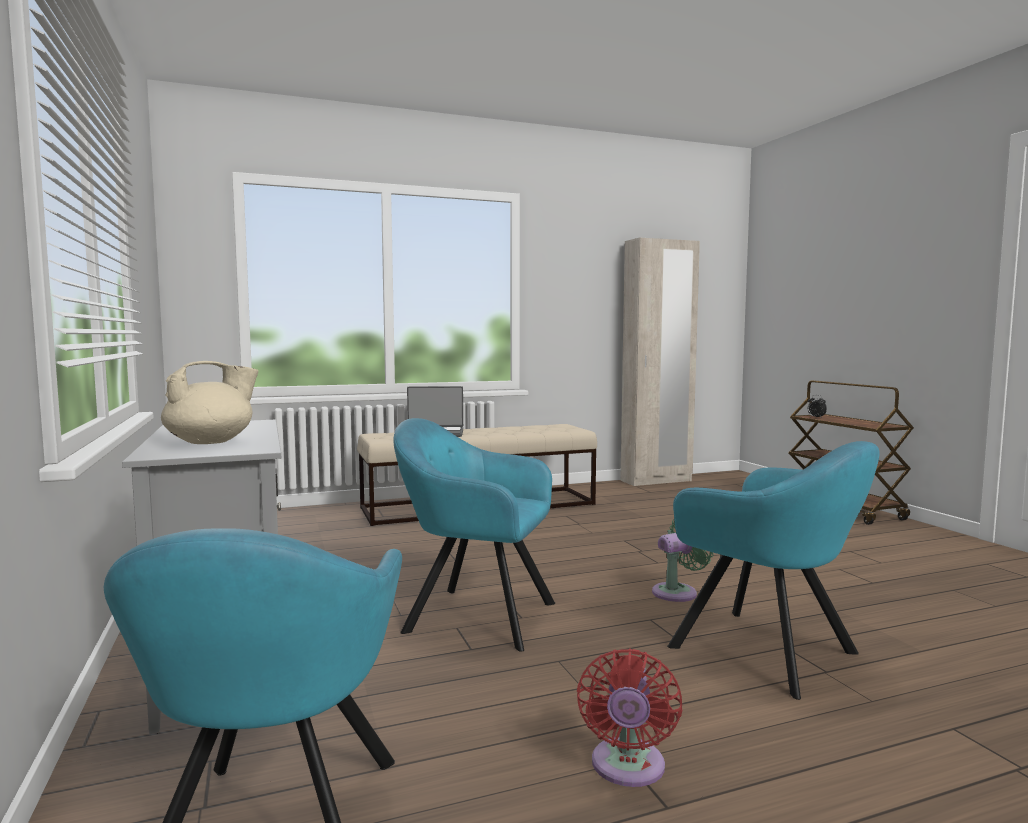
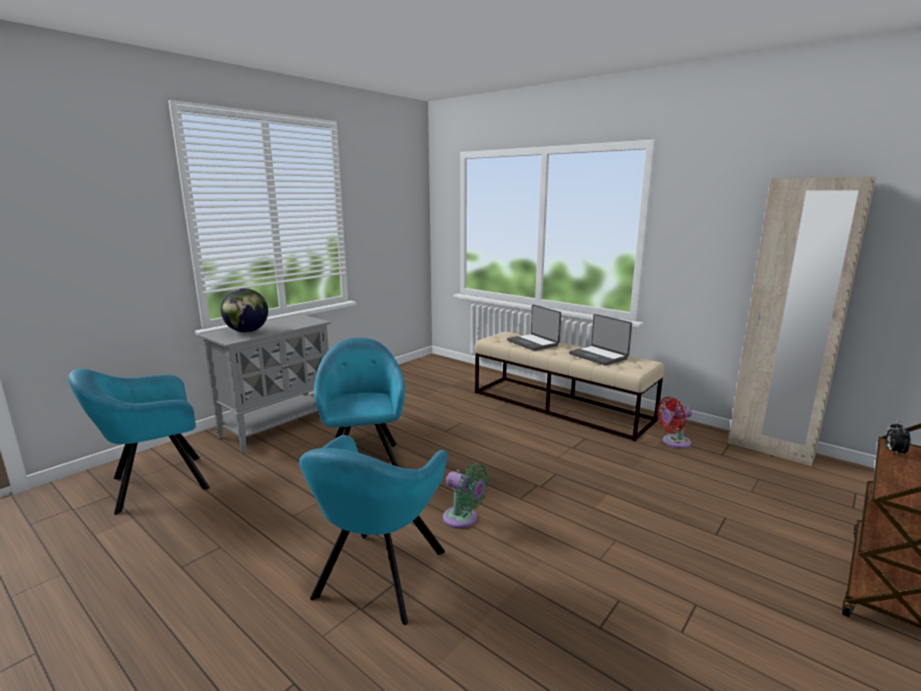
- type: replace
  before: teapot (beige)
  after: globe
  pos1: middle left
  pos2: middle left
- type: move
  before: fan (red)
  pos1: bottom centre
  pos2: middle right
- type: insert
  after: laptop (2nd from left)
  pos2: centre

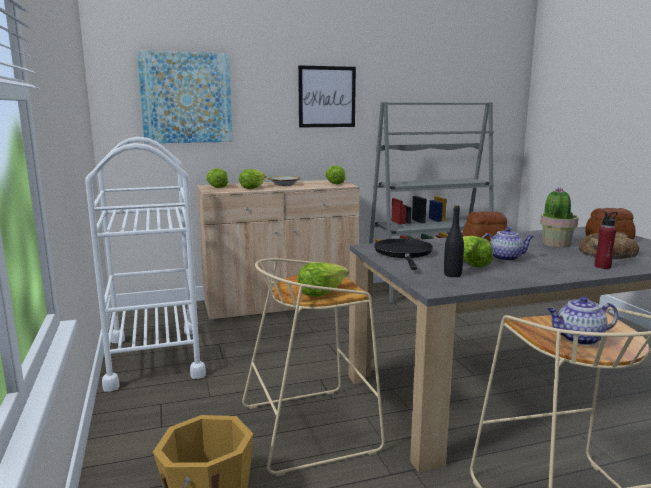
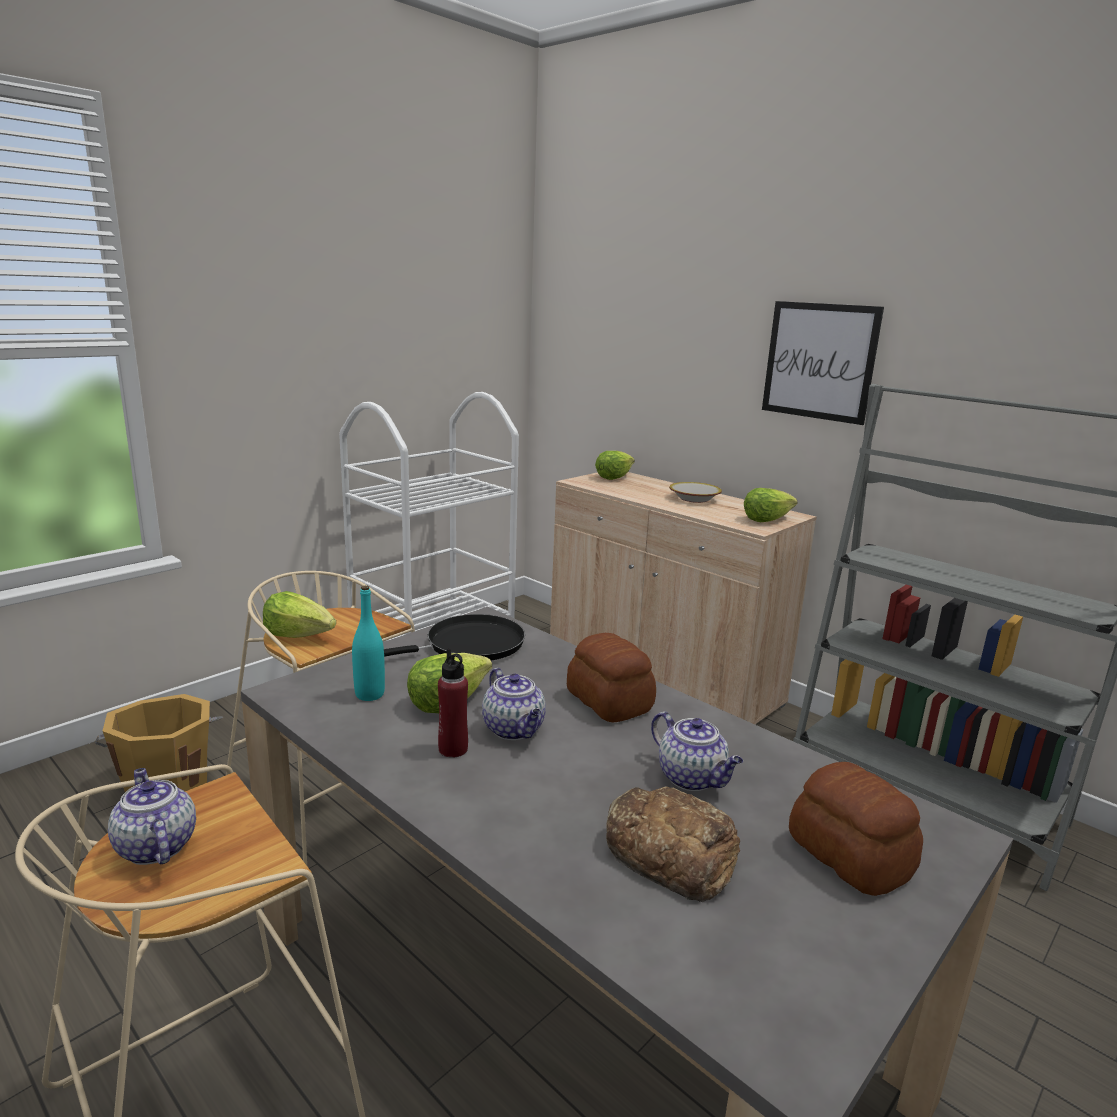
- type: delete
  before: picture (1st from left)
  pos1: top left
- type: delete
  before: lettuce (2nd from left)
  pos1: centre
- type: replace
  before: potted plant
  after: teapot (3rd from left)
  pos1: middle right
  pos2: bottom centre
- type: recolor
  before: bottle (black)
  after: bottle (turquoise)
  pos1: middle right
  pos2: middle left
- type: move
  before: bottle (red)
  pos1: middle right
  pos2: centre

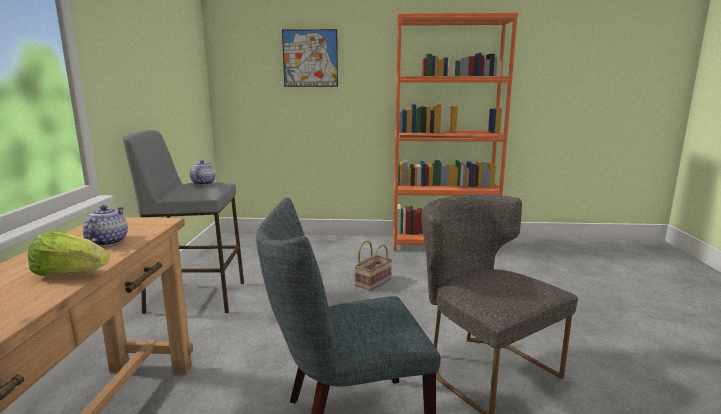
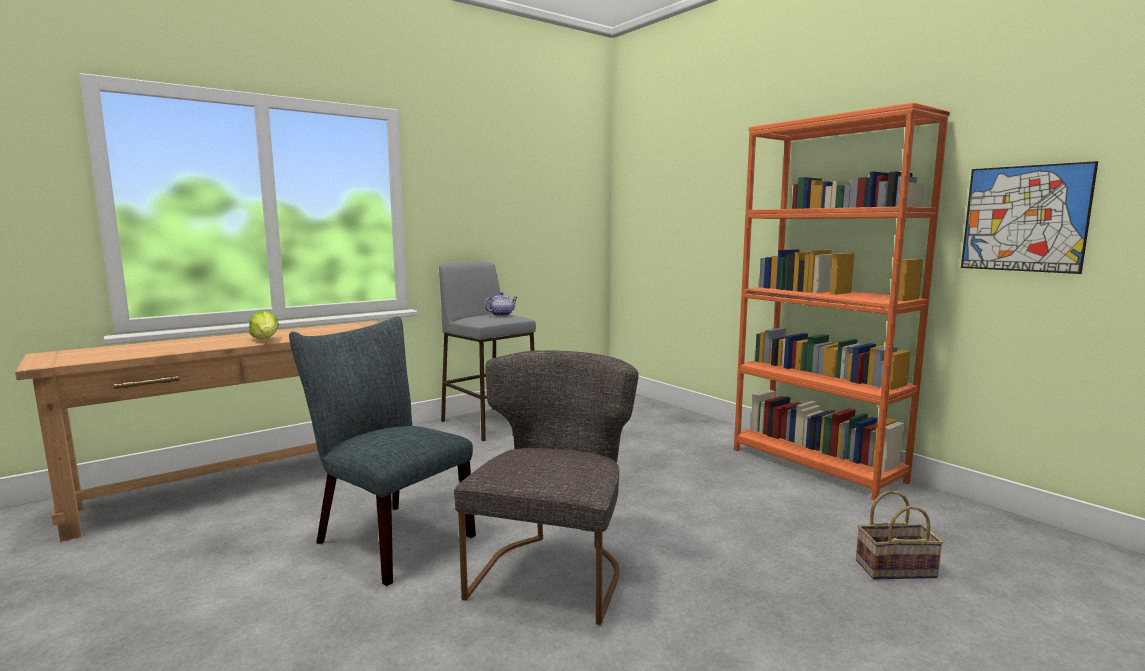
- type: move
  before: picture
  pos1: top centre
  pos2: top right
- type: delete
  before: teapot (1st from left)
  pos1: middle left
- type: move
  before: basket
  pos1: centre
  pos2: bottom right

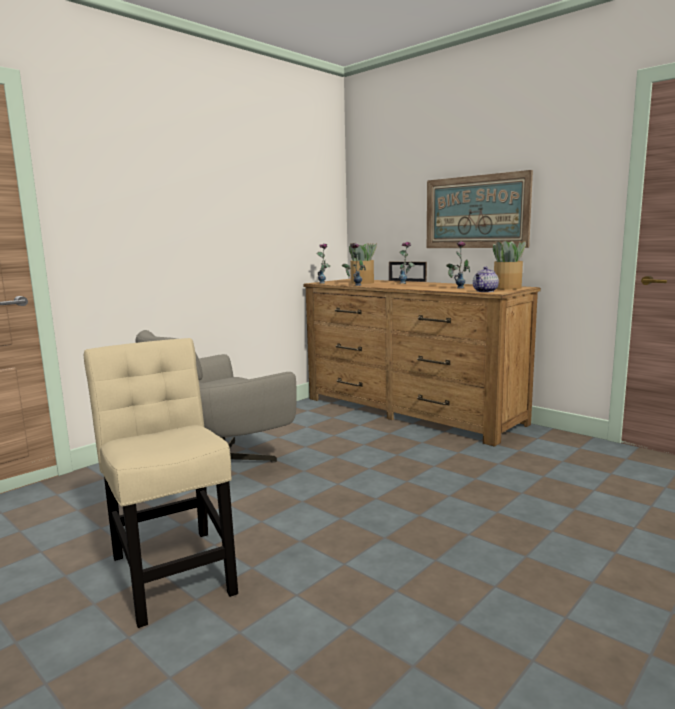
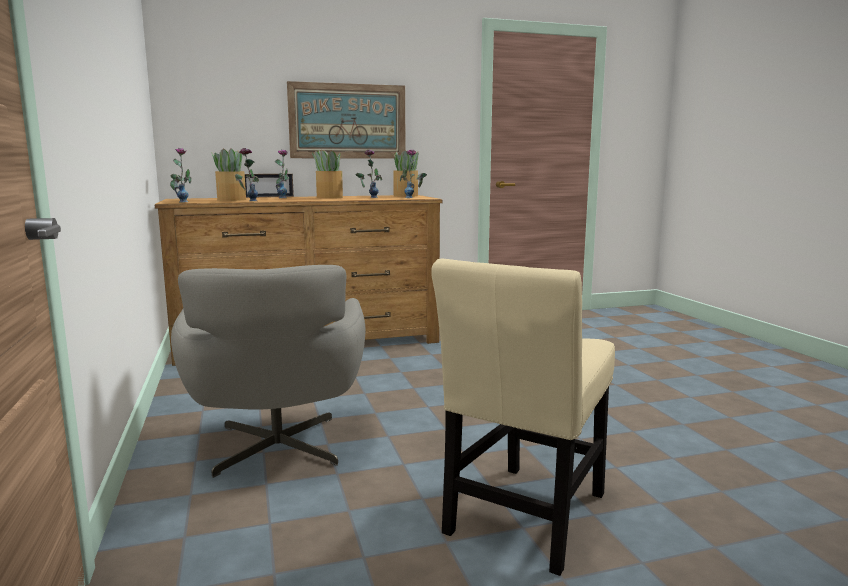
- type: replace
  before: teapot
  after: vase (5th from left)
  pos1: middle right
  pos2: top centre
- type: rotate
  before: chair (beige)
  pos1: bottom left
  pos2: bottom centre
  turn: -60
- type: insert
  after: potted plant (2nd from left)
  pos2: top centre

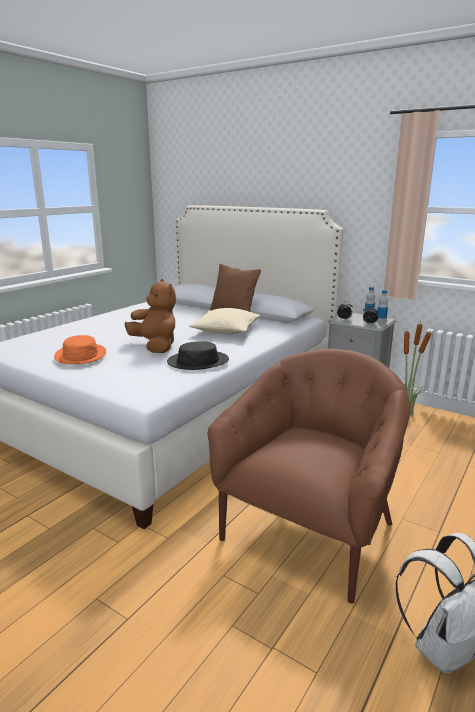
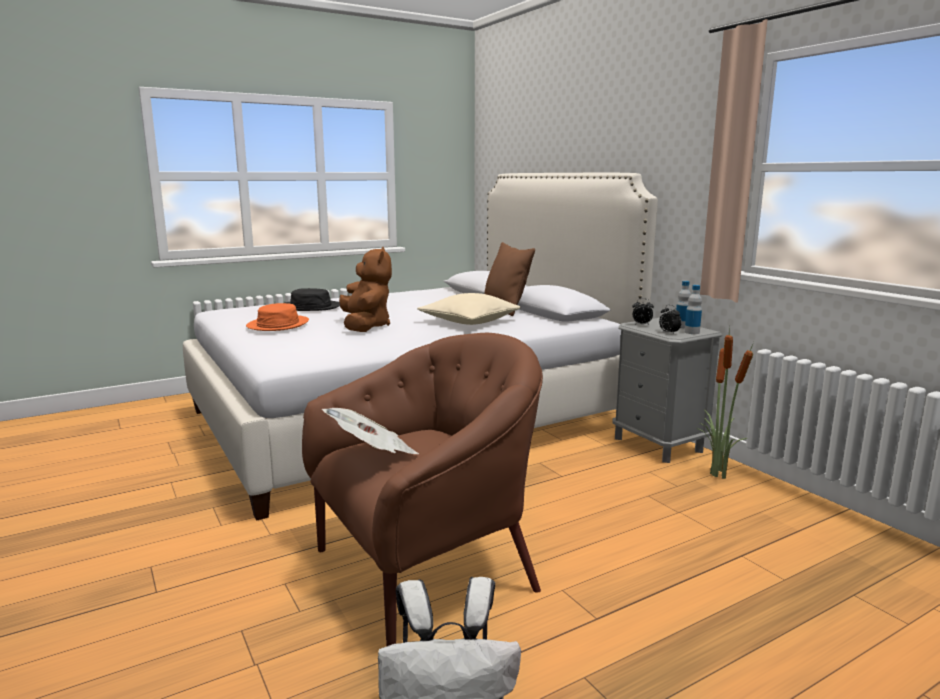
- type: move
  before: hat (black)
  pos1: centre
  pos2: middle left
- type: insert
  after: newspaper
  pos2: centre

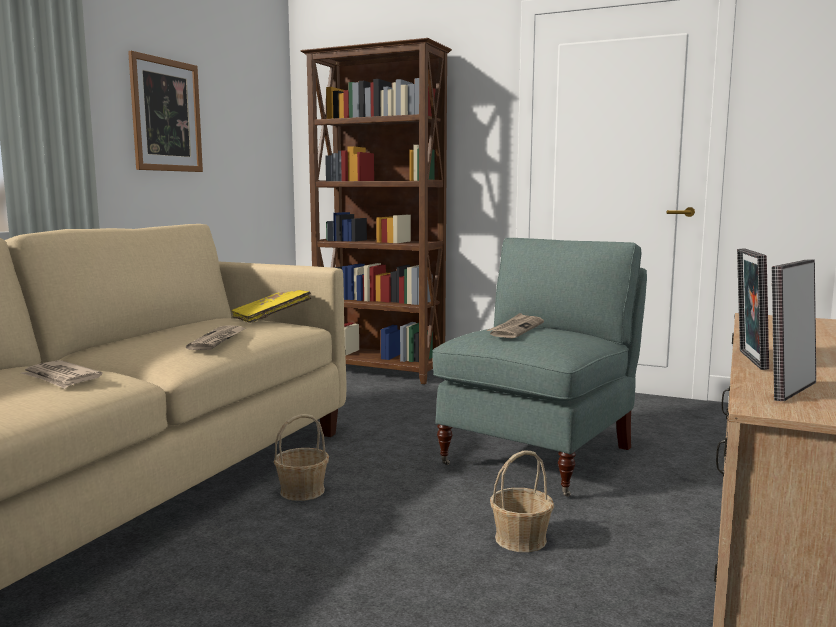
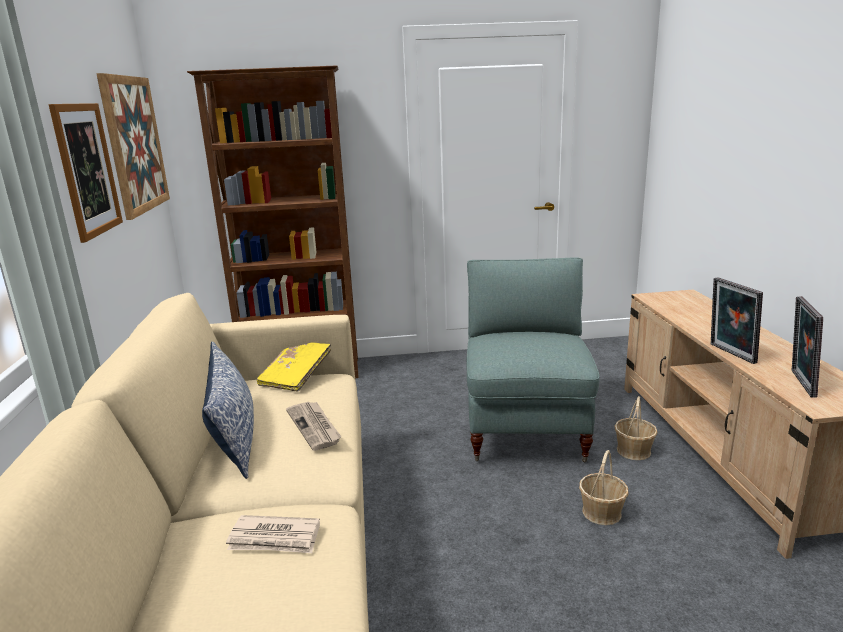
- type: delete
  before: newspaper (3rd from left)
  pos1: centre
- type: move
  before: basket (1st from left in the first image)
  after: basket (2nd from left)
  pos1: bottom centre
  pos2: bottom right
- type: insert
  after: picture (2nd from left)
  pos2: top left
- type: insert
  after: pillow
  pos2: middle left

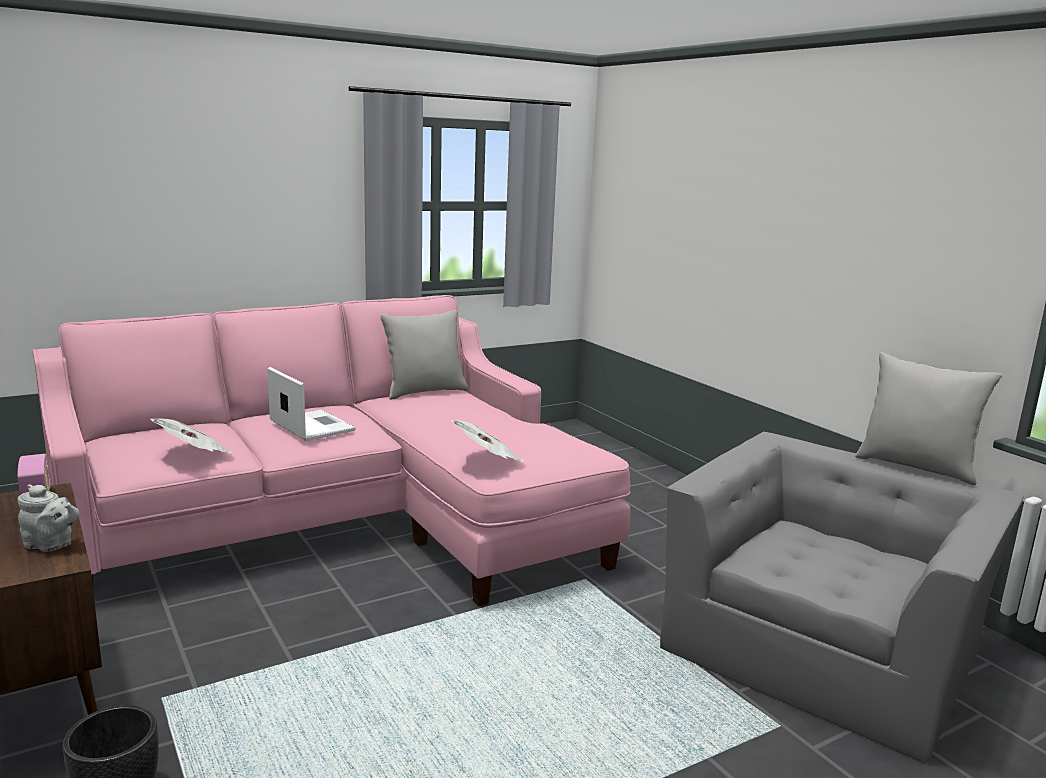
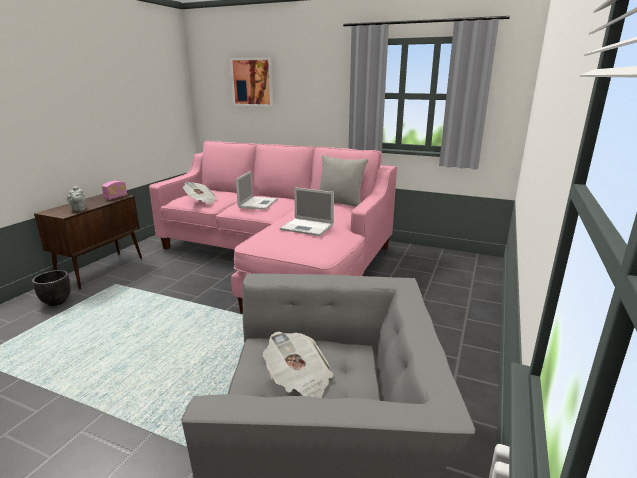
- type: delete
  before: pillow (grey) (2nd from left)
  pos1: middle right
- type: move
  before: newspaper (2nd from left)
  pos1: centre
  pos2: bottom centre
- type: insert
  after: picture
  pos2: top centre
- type: insert
  after: laptop (2nd from left)
  pos2: centre

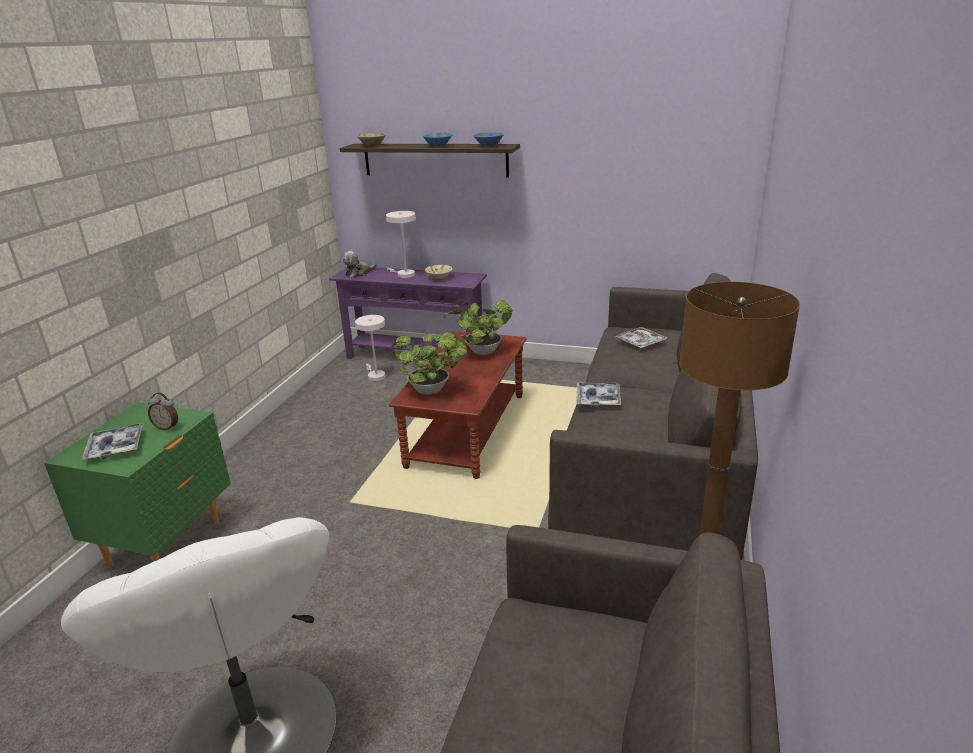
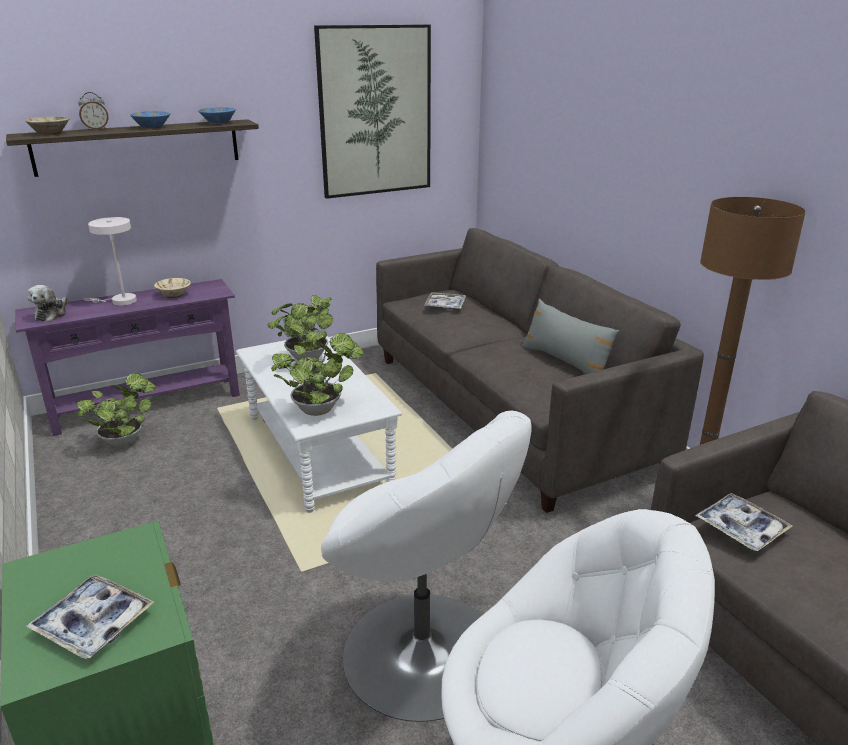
- type: replace
  before: table lamp (white) (1st from left)
  after: potted plant (1st from left)
  pos1: centre
  pos2: middle left
- type: recolor
  before: coffee table (brown)
  after: coffee table (white)
  pos1: centre
  pos2: centre
- type: move
  before: tray (2nd from left in the first image)
  after: tray (3rd from left)
  pos1: centre
  pos2: bottom right
- type: move
  before: alarm clock
  pos1: middle left
  pos2: top left
- type: insert
  after: picture
  pos2: top centre
- type: insert
  after: pillow (grey)
  pos2: middle right
- type: insert
  after: armchair (white) (1st from left)
  pos2: bottom centre

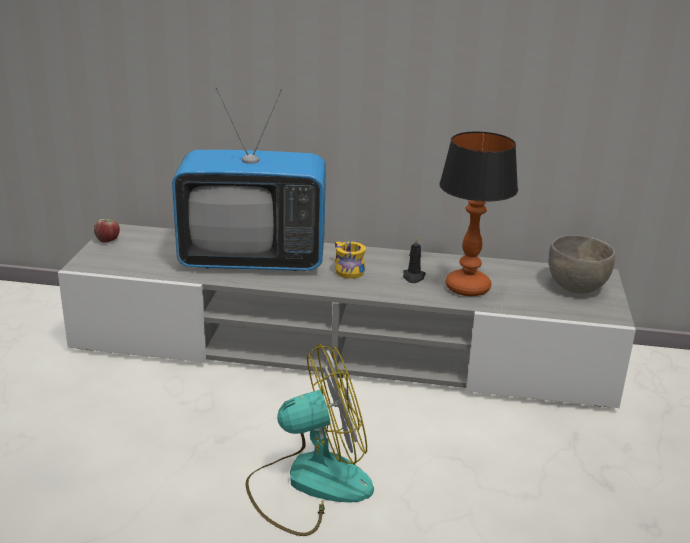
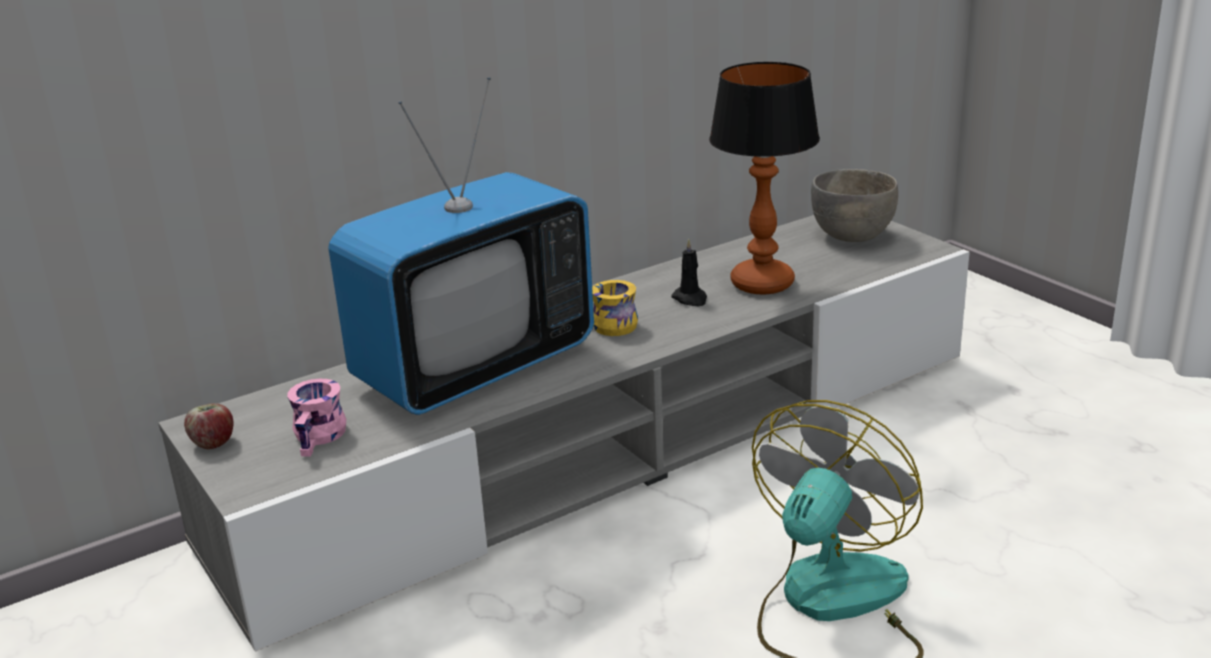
- type: insert
  after: mug (pink)
  pos2: middle left

